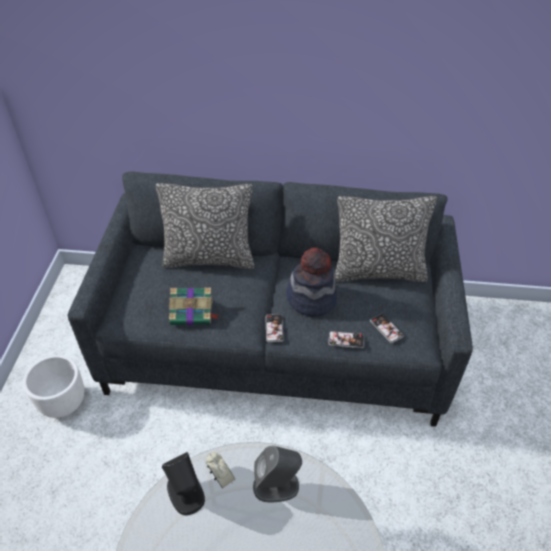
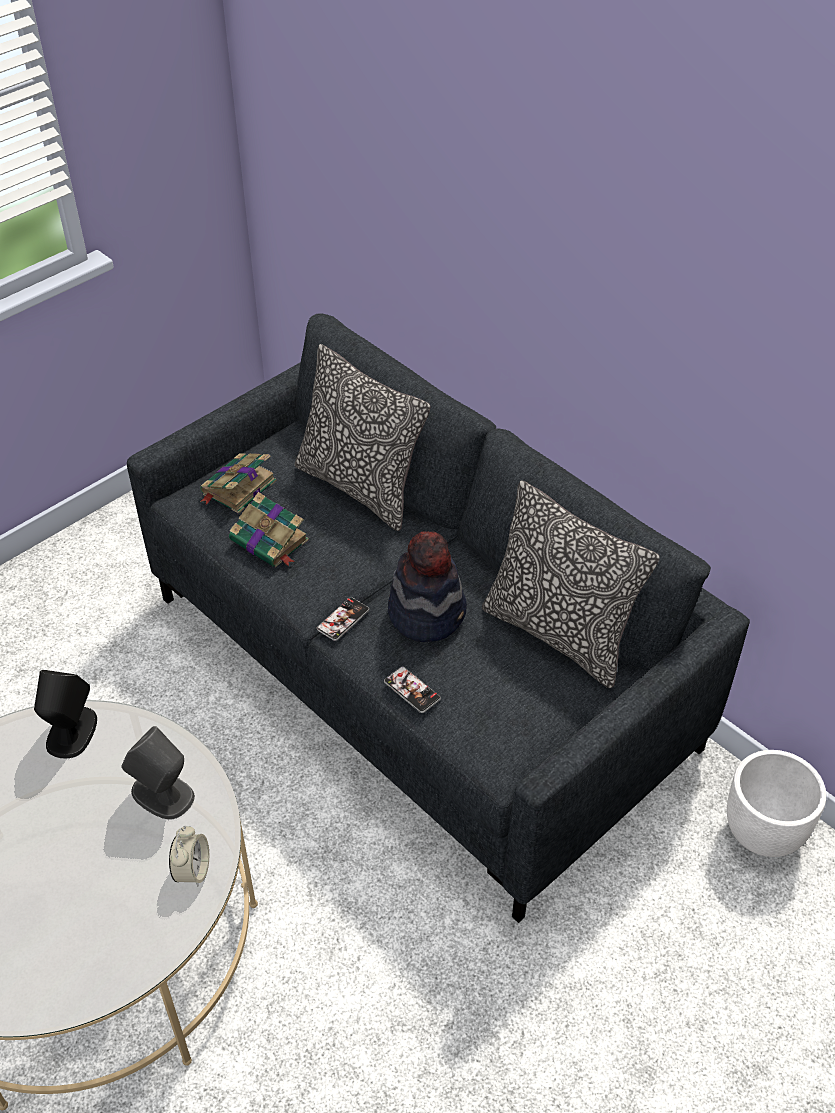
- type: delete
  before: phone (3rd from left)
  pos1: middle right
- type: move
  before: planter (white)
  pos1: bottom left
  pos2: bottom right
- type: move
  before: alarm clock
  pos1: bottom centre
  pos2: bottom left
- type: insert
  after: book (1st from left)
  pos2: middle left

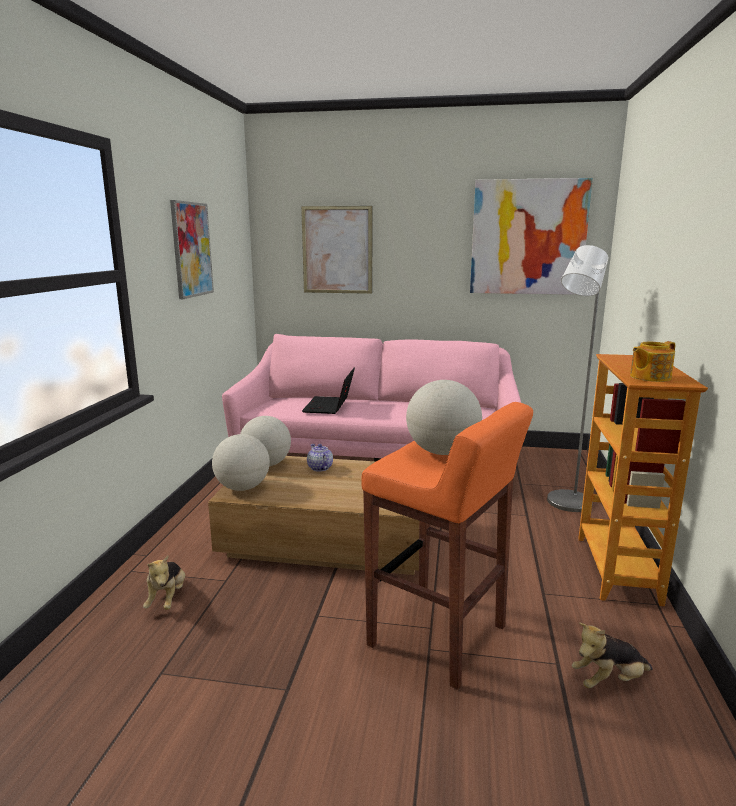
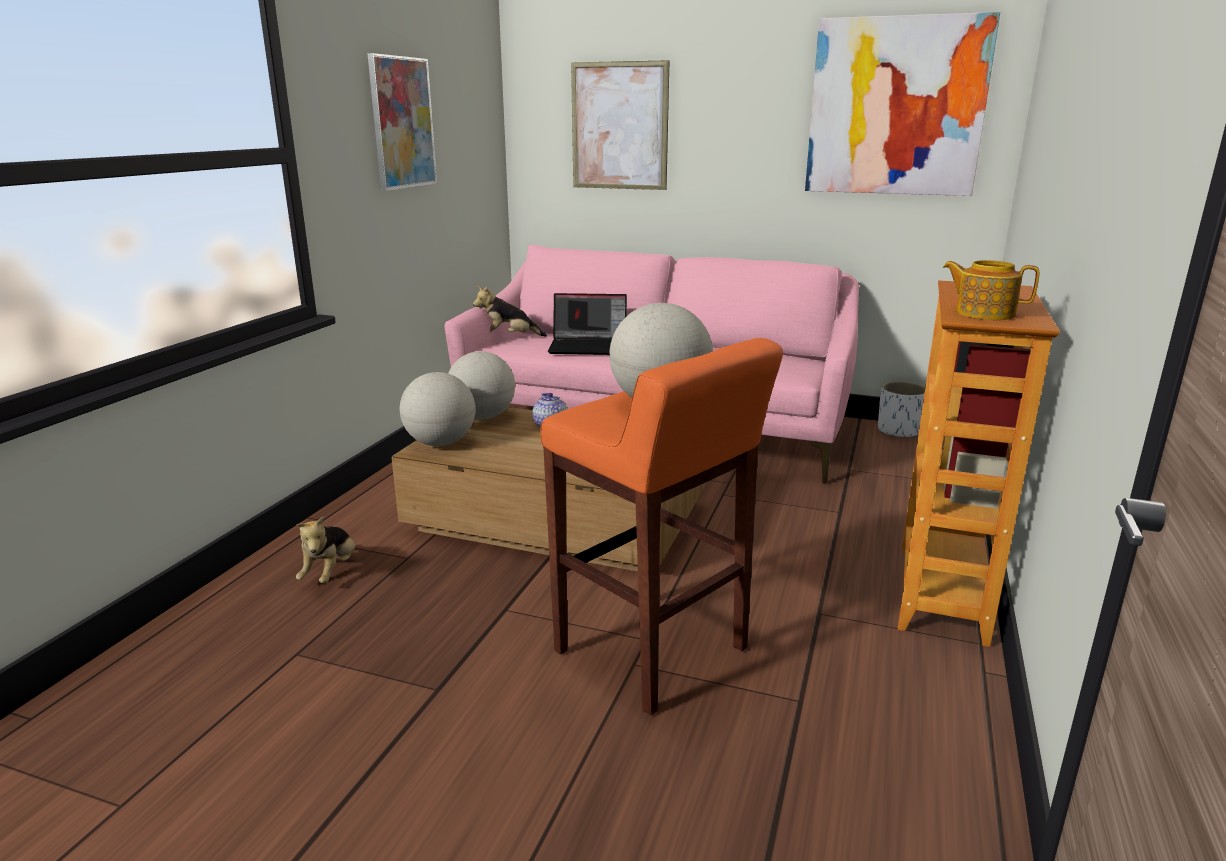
- type: delete
  before: floor lamp (grey)
  pos1: middle right
- type: rotate
  before: teapot (2nd from left)
  pos1: middle right
  pos2: middle right
  turn: 45
- type: rotate
  before: laptop
  pos1: centre
  pos2: centre
  turn: -105
- type: move
  before: plush toy (2nd from left)
  pos1: bottom right
  pos2: centre
- type: insert
  after: planter (white)
  pos2: middle right

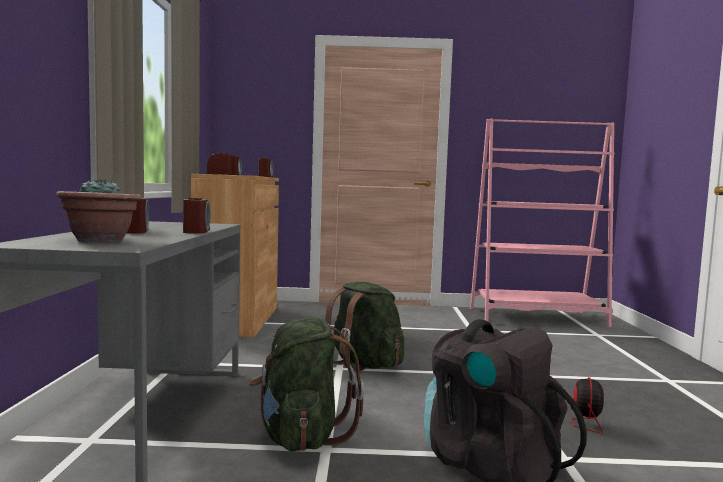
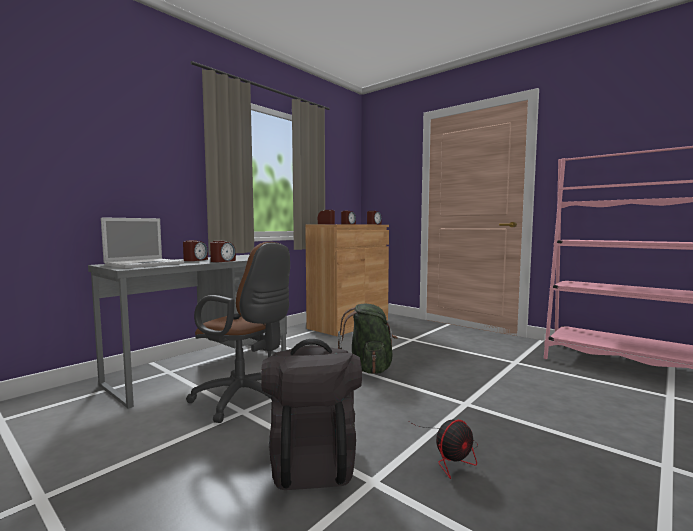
- type: replace
  before: potted plant
  after: laptop
  pos1: middle left
  pos2: middle left
- type: replace
  before: backpack (green) (1st from left)
  after: office chair (brown)
  pos1: bottom centre
  pos2: centre

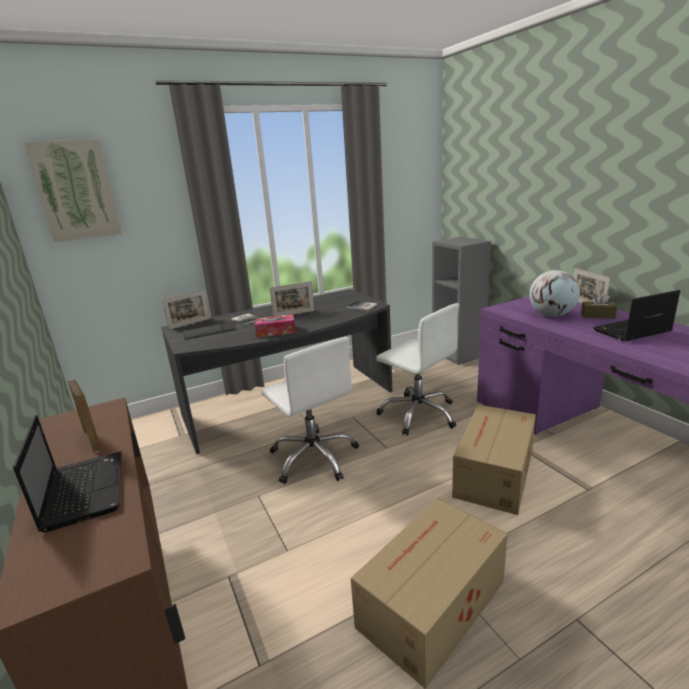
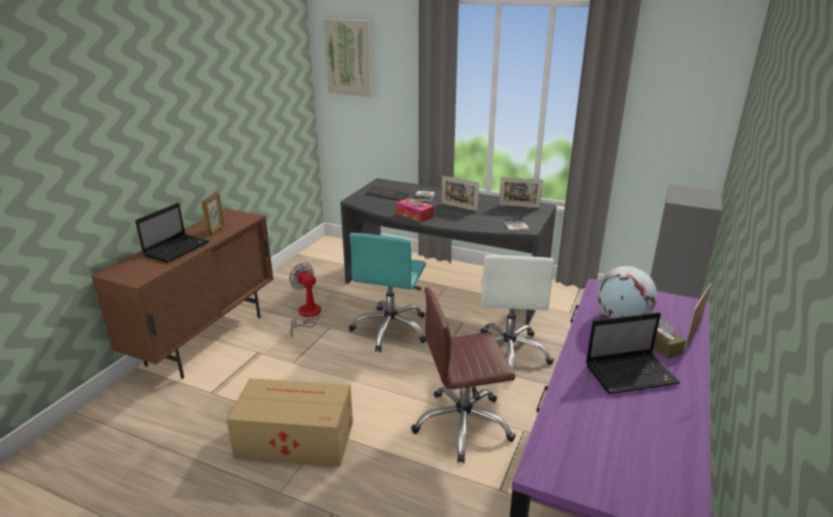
- type: move
  before: picture frame (2nd from left in the first image)
  after: picture frame (3rd from left)
  pos1: middle left
  pos2: centre
- type: rotate
  before: laptop (2nd from left)
  pos1: middle right
  pos2: bottom right
  turn: 135
- type: recolor
  before: office chair (white) (1st from left)
  after: office chair (turquoise)
  pos1: centre
  pos2: centre
- type: replace
  before: cardboard box (2nd from left)
  after: office chair (brown)
  pos1: bottom right
  pos2: bottom centre
- type: insert
  after: fan
  pos2: centre

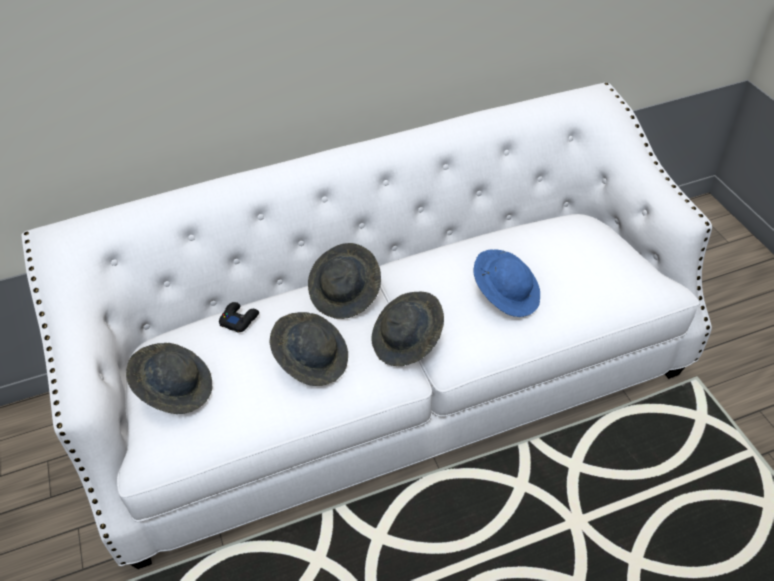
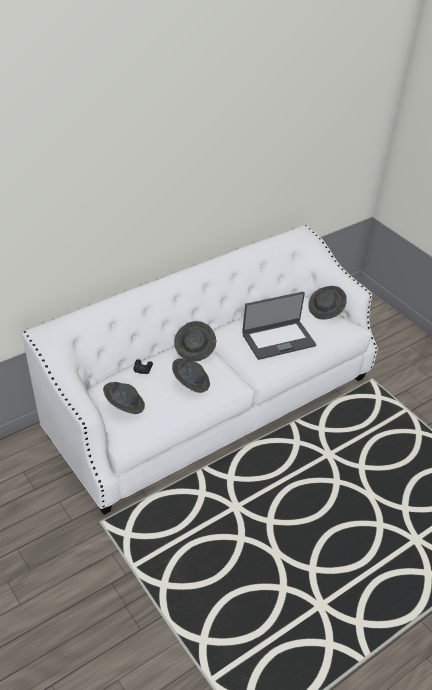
- type: replace
  before: hat (blue)
  after: laptop
  pos1: centre
  pos2: centre
- type: move
  before: hat (grey) (4th from left)
  pos1: centre
  pos2: middle right

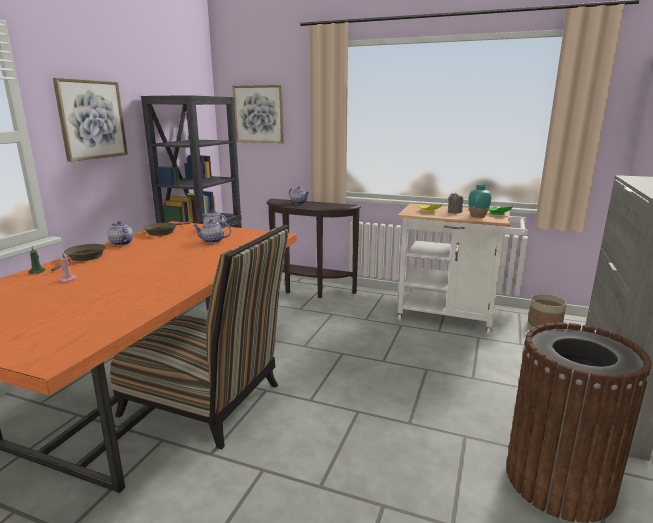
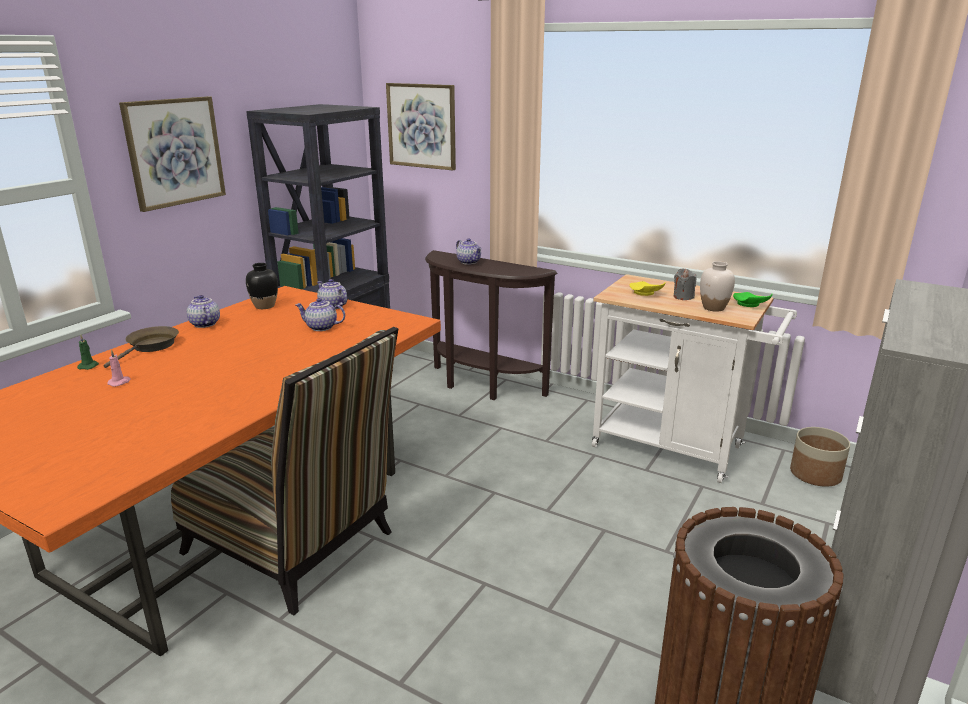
- type: recolor
  before: vase (turquoise)
  after: vase (white)
  pos1: middle right
  pos2: middle right
- type: replace
  before: frying pan (brown) (2nd from left)
  after: vase (black)
  pos1: middle left
  pos2: middle left

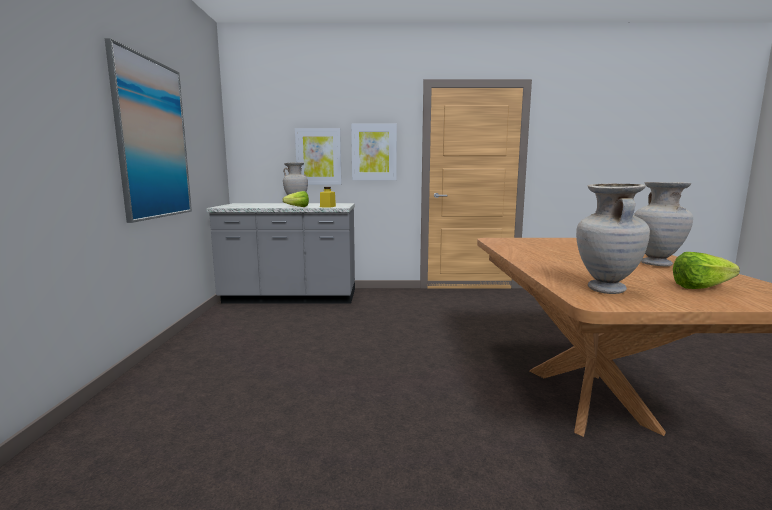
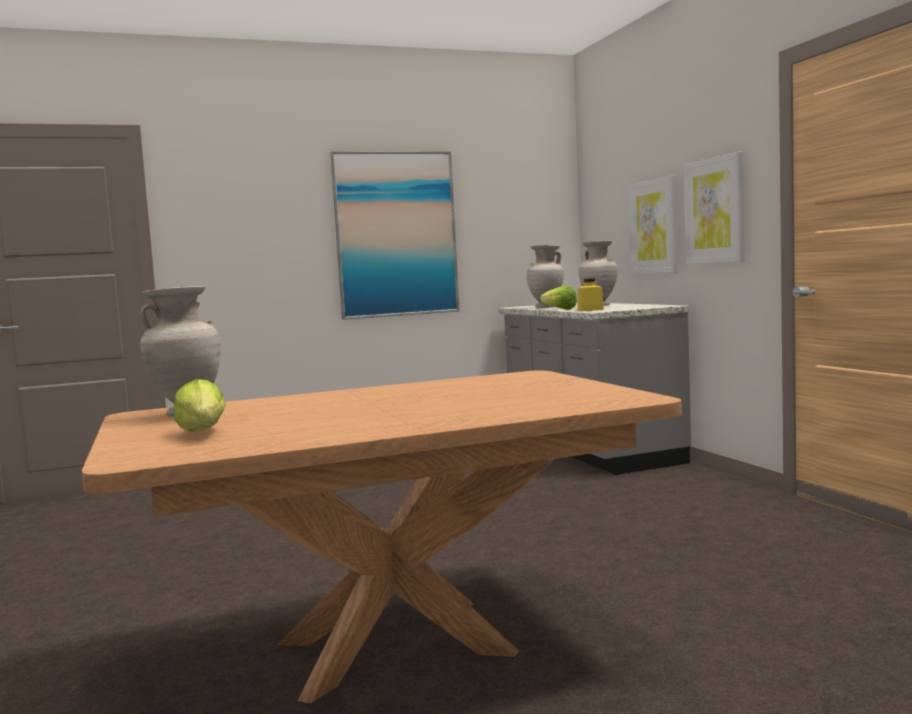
- type: move
  before: vase (beige) (3rd from left in the first image)
  after: vase (beige) (2nd from left)
  pos1: middle right
  pos2: centre

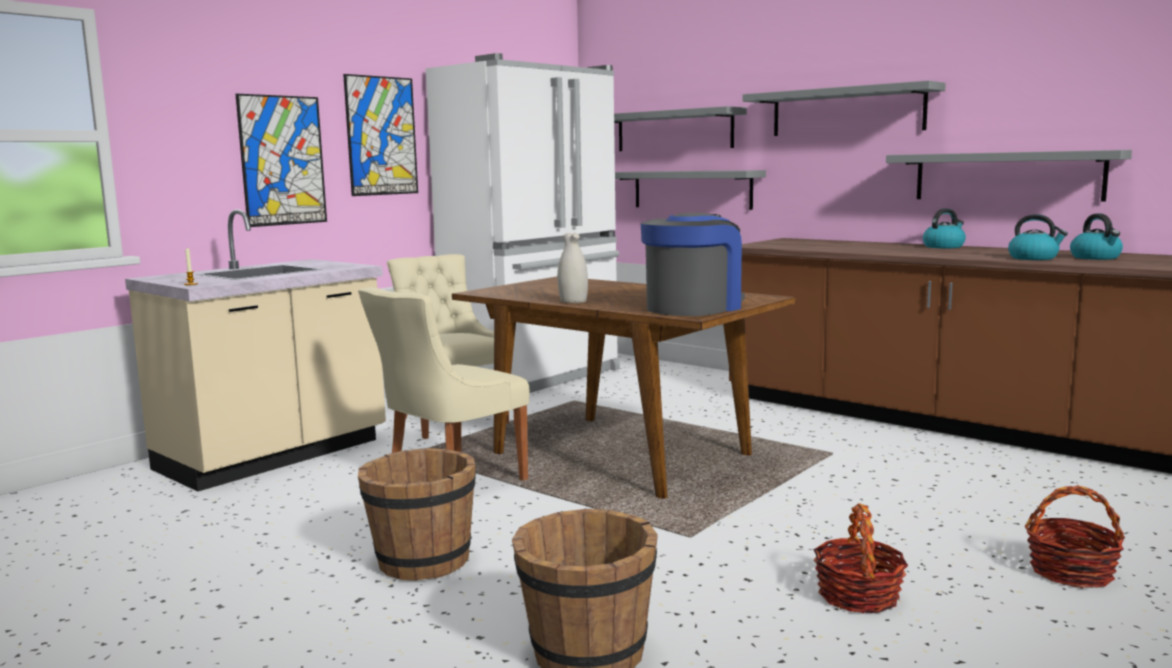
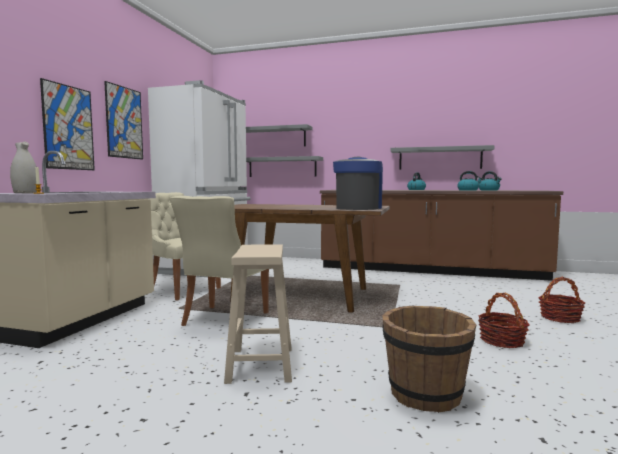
- type: delete
  before: shelf (grey) (3rd from left)
  pos1: top right
- type: move
  before: vase (white)
  pos1: centre
  pos2: middle left
- type: replace
  before: bucket (brown) (1st from left)
  after: stool (beige)
  pos1: bottom centre
  pos2: bottom centre

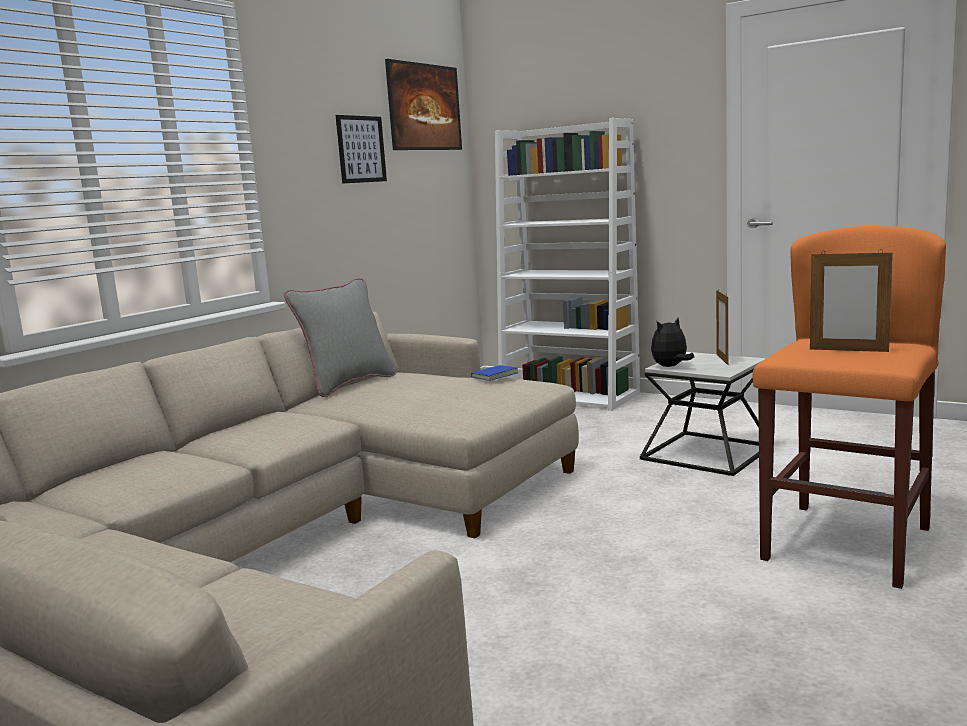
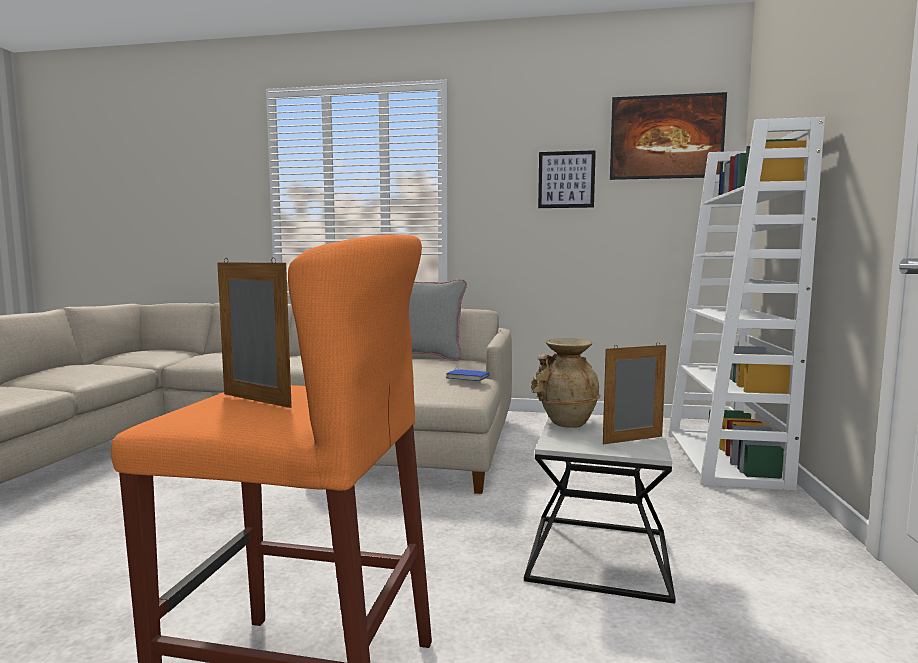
- type: rotate
  before: picture frame (2nd from left in the first image)
  pos1: middle right
  pos2: middle left
  turn: 120
- type: replace
  before: plush toy
  after: vase (beige)
  pos1: middle right
  pos2: centre

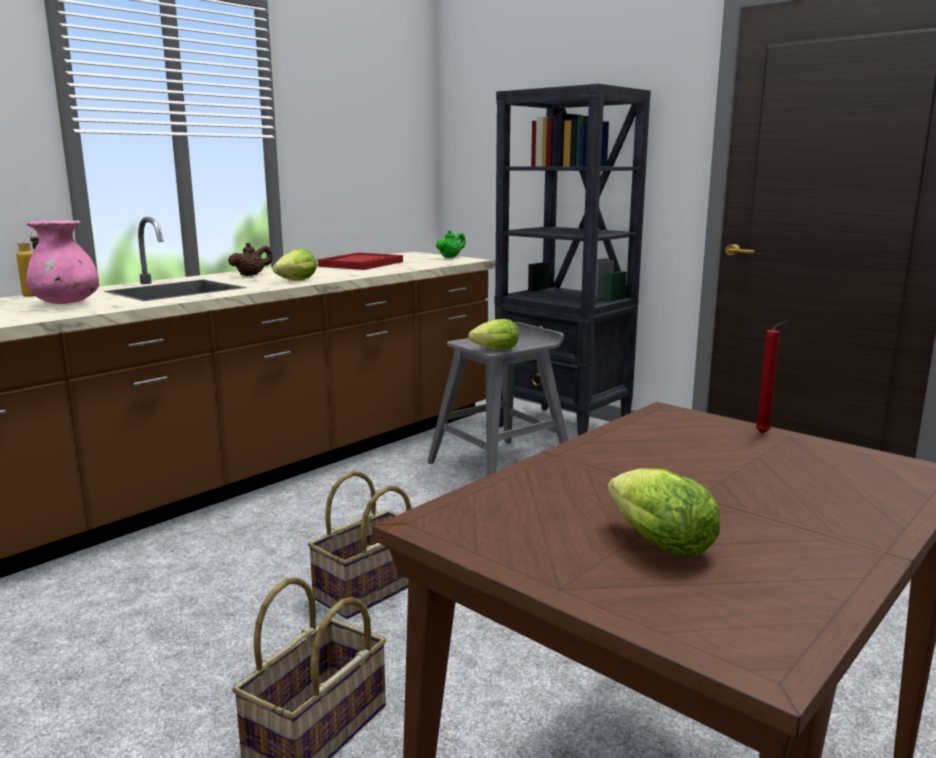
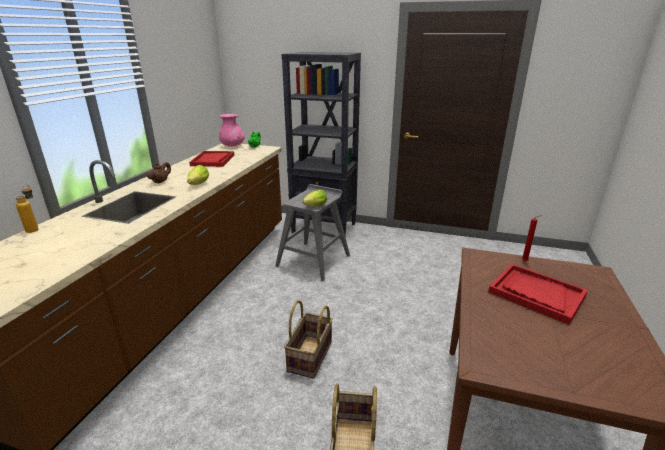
- type: move
  before: vase (pink)
  pos1: middle left
  pos2: top centre
- type: delete
  before: lettuce (3rd from left)
  pos1: bottom right
- type: insert
  after: tray (red) (2nd from left)
  pos2: middle right

